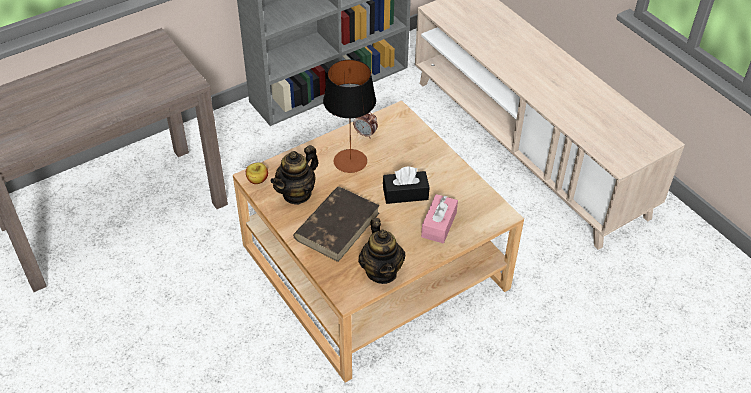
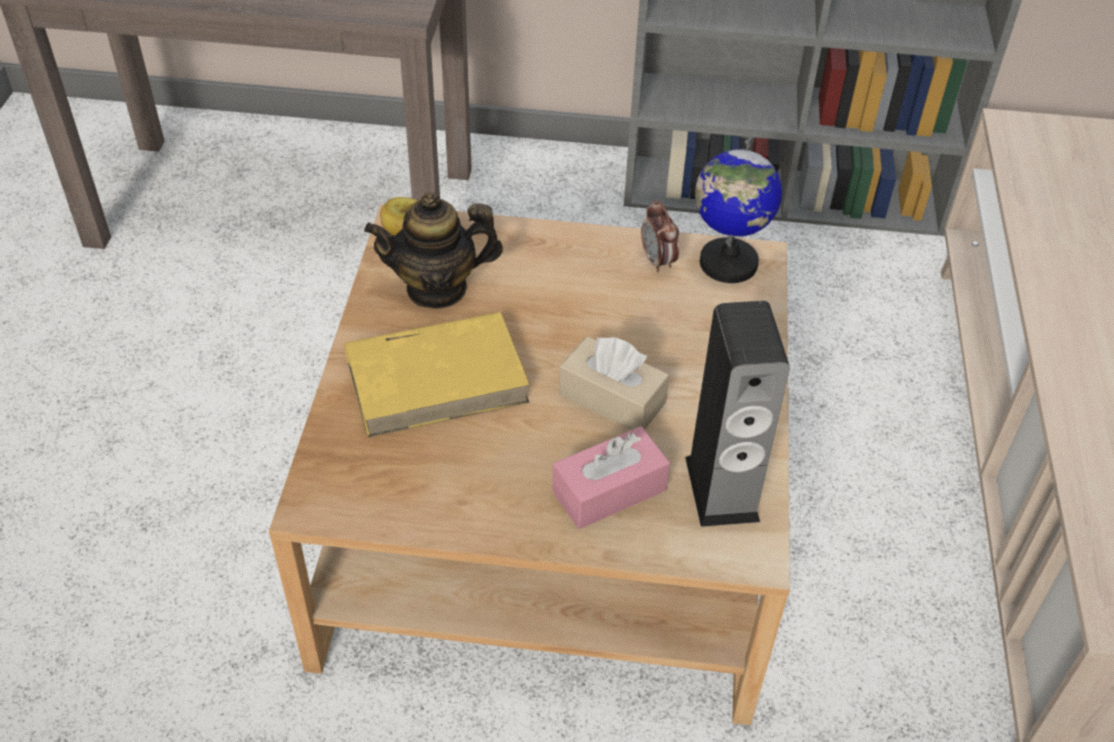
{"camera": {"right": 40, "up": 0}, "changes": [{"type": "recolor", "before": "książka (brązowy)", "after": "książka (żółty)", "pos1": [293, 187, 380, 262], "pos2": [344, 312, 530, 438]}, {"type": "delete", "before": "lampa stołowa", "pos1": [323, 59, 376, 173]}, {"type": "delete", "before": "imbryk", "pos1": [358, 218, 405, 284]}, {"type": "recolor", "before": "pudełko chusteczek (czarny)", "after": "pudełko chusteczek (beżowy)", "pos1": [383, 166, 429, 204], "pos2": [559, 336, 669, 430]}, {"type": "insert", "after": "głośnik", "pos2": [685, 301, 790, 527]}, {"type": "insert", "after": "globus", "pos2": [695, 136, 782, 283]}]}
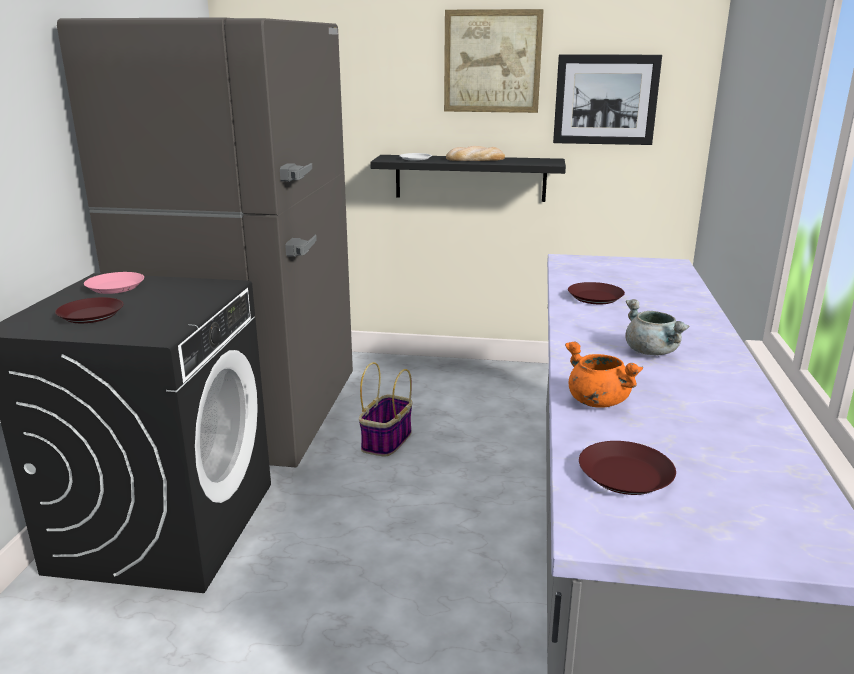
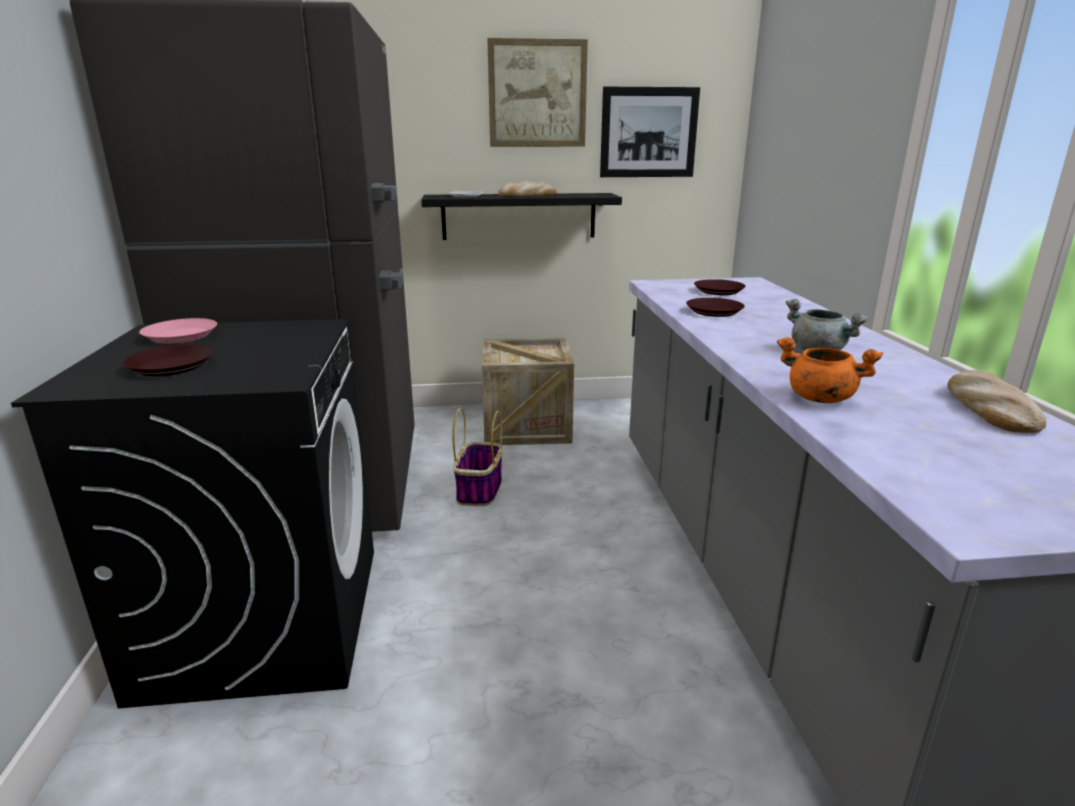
{"camera": {"right": -15, "up": 0}, "changes": [{"type": "move", "before": "talerz (brązowy)", "pos1": [579, 441, 676, 495], "pos2": [694, 279, 746, 295]}, {"type": "insert", "after": "skrzynka", "pos2": [482, 338, 574, 445]}, {"type": "insert", "after": "chleb", "pos2": [947, 370, 1046, 433]}]}
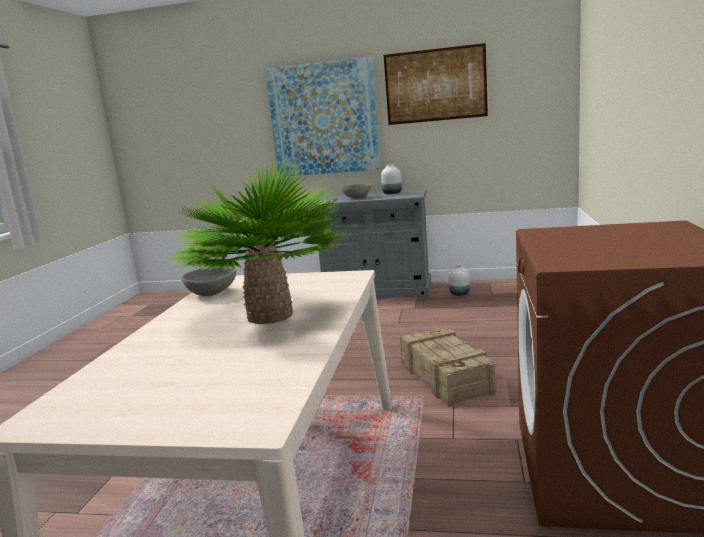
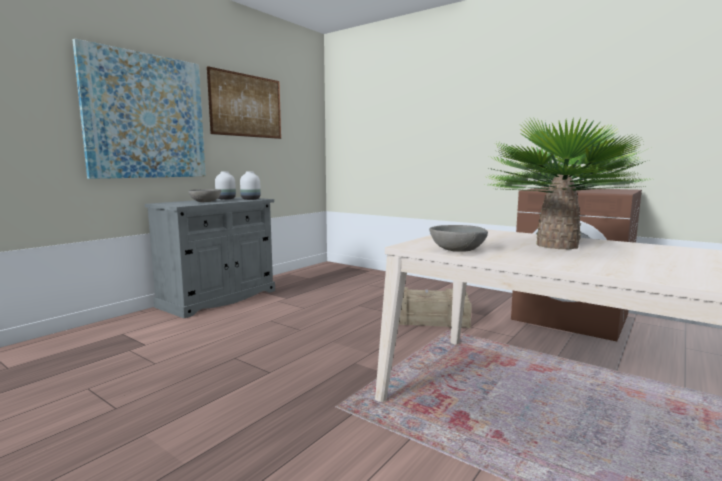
{"camera": {"right": -65, "up": -5}, "changes": [{"type": "move", "before": "wazon (biały)", "pos1": [449, 265, 470, 296], "pos2": [240, 171, 261, 200]}]}
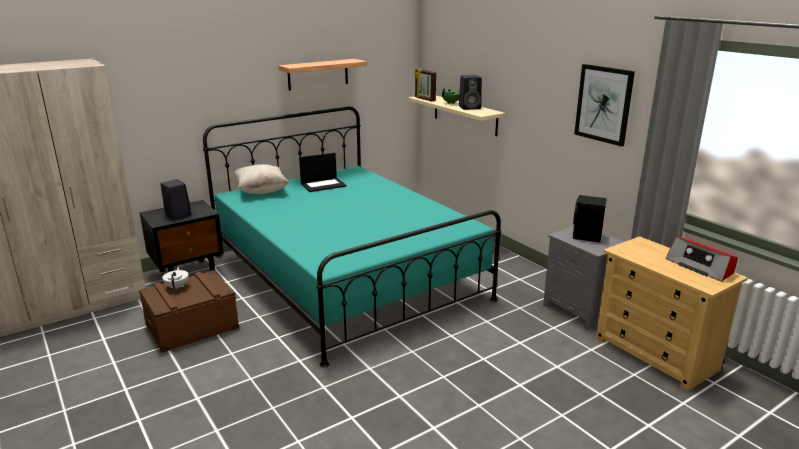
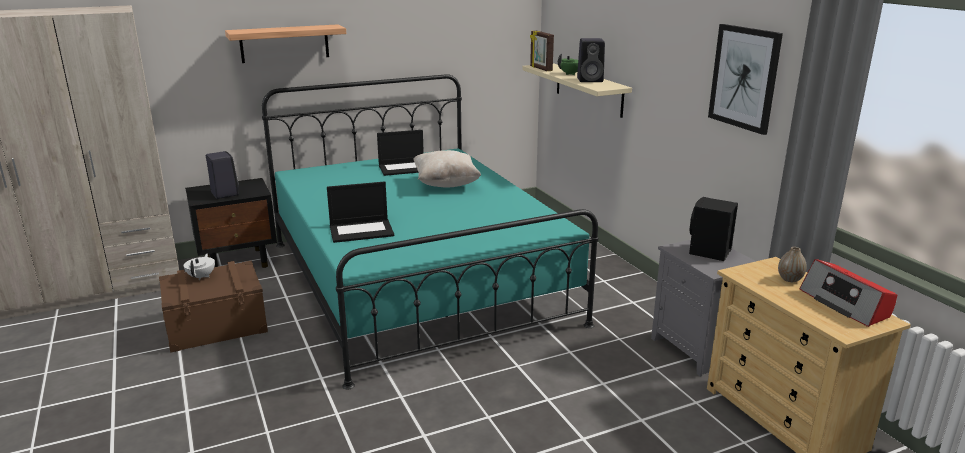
{"camera": {"right": 10, "up": 0}, "changes": [{"type": "move", "before": "poduszka (beżowy)", "pos1": [234, 164, 289, 194], "pos2": [413, 150, 481, 188]}, {"type": "move", "before": "półka", "pos1": [278, 59, 367, 90], "pos2": [225, 24, 346, 63]}, {"type": "insert", "after": "laptop", "pos2": [327, 181, 394, 243]}, {"type": "insert", "after": "wazon", "pos2": [778, 247, 807, 282]}]}
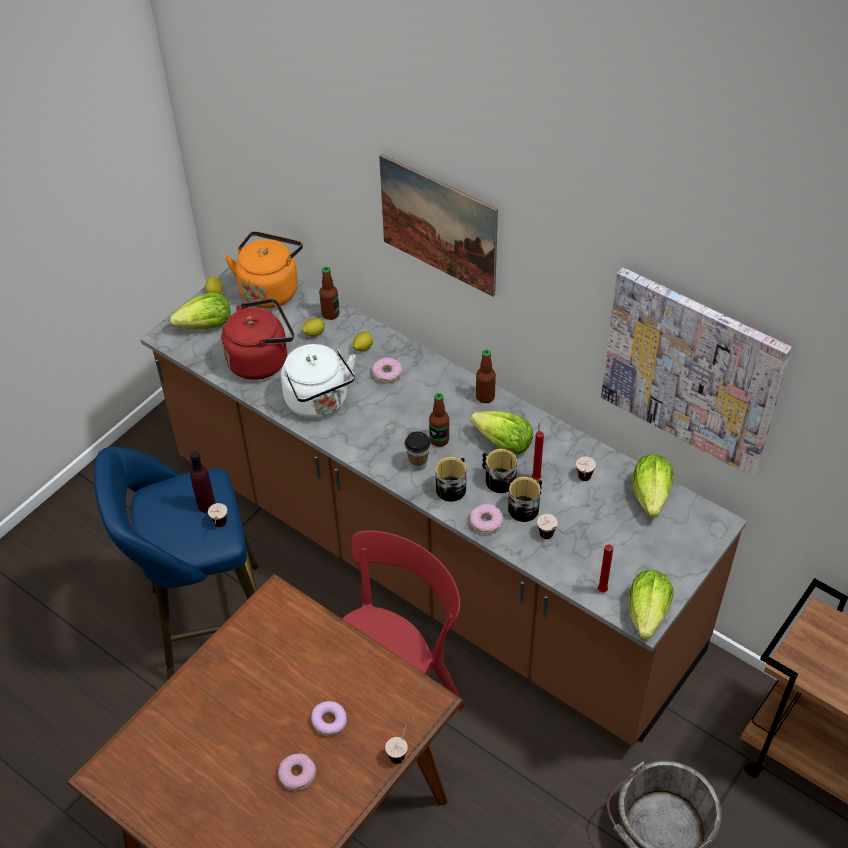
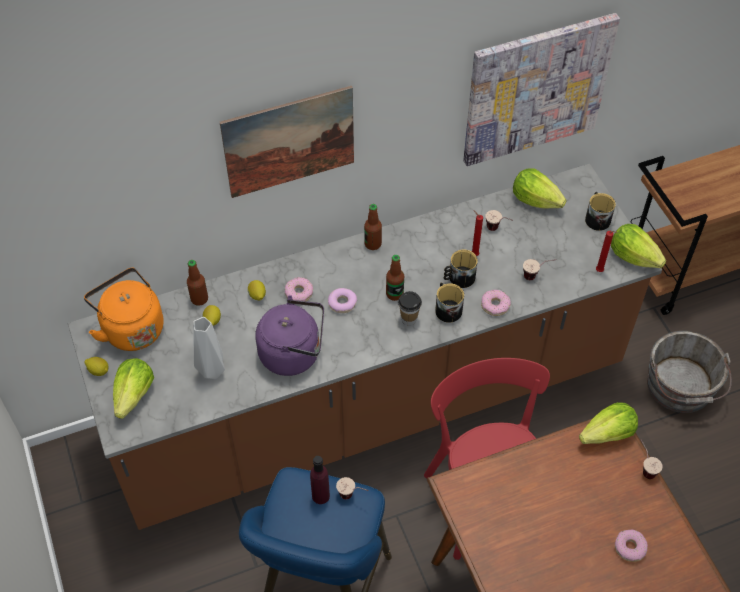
{"camera": {"right": -60, "up": 5}, "changes": [{"type": "replace", "before": "czajnik (czerwony)", "after": "wazon (szary)", "pos1": [221, 299, 294, 380], "pos2": [193, 317, 225, 379]}, {"type": "recolor", "before": "czajnik (biały)", "after": "czajnik (fioletowy)", "pos1": [281, 344, 356, 418], "pos2": [255, 295, 324, 376]}, {"type": "move", "before": "donut", "pos1": [311, 701, 347, 735], "pos2": [328, 288, 357, 313]}, {"type": "move", "before": "sałata", "pos1": [470, 411, 533, 454], "pos2": [579, 402, 638, 444]}, {"type": "move", "before": "kubek", "pos1": [508, 477, 542, 522], "pos2": [585, 192, 616, 231]}]}
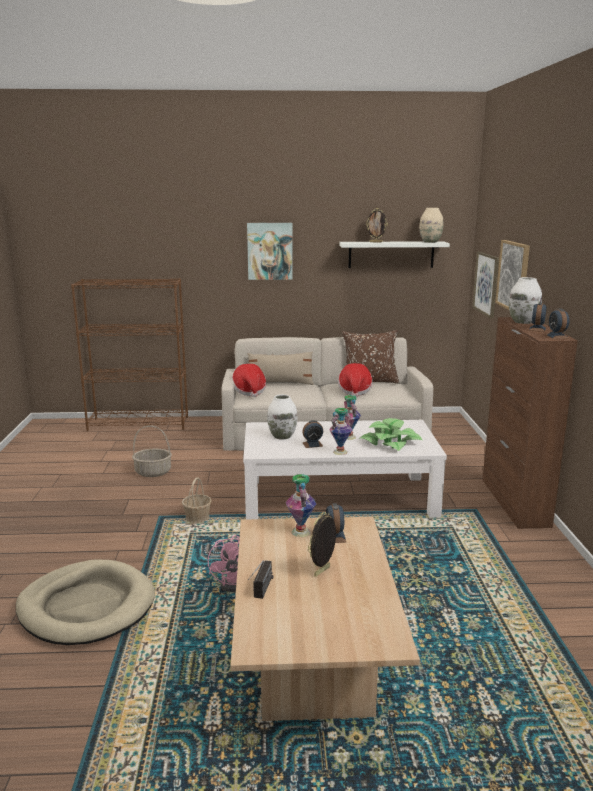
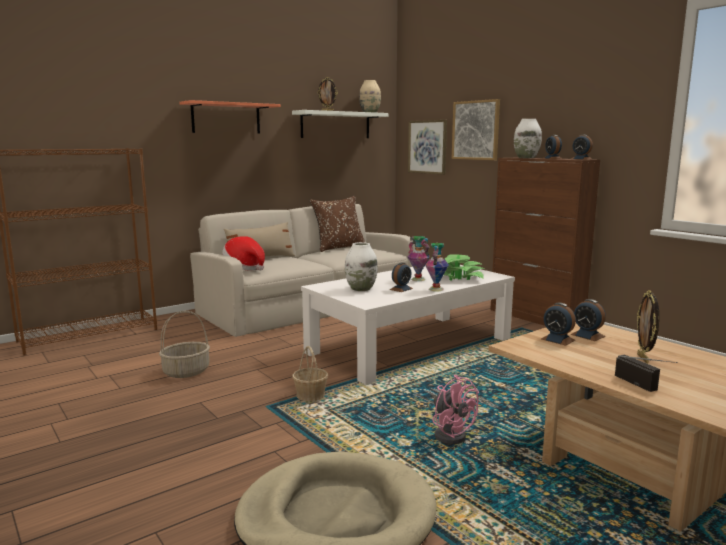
{"camera": {"right": -35, "up": -5}, "changes": [{"type": "replace", "before": "obraz", "after": "półka", "pos1": [247, 223, 293, 280], "pos2": [179, 100, 281, 133]}, {"type": "replace", "before": "wazon", "after": "budzik", "pos1": [286, 474, 316, 537], "pos2": [541, 303, 576, 346]}, {"type": "delete", "before": "kapelusz", "pos1": [338, 363, 373, 397]}]}
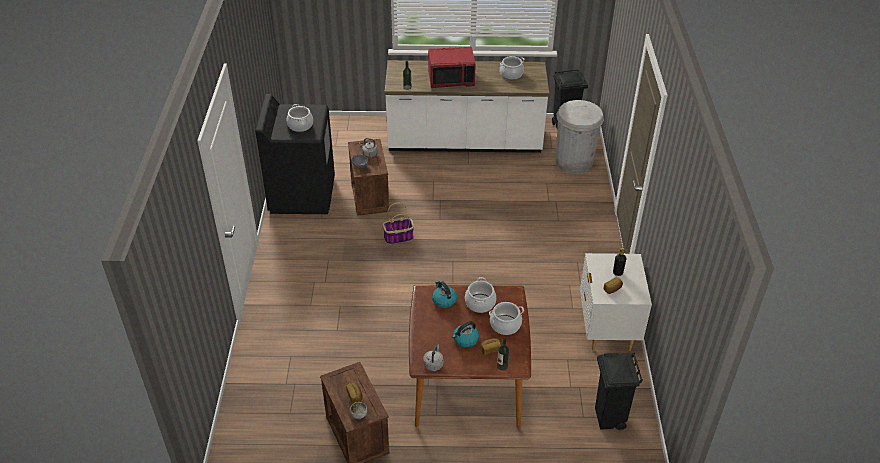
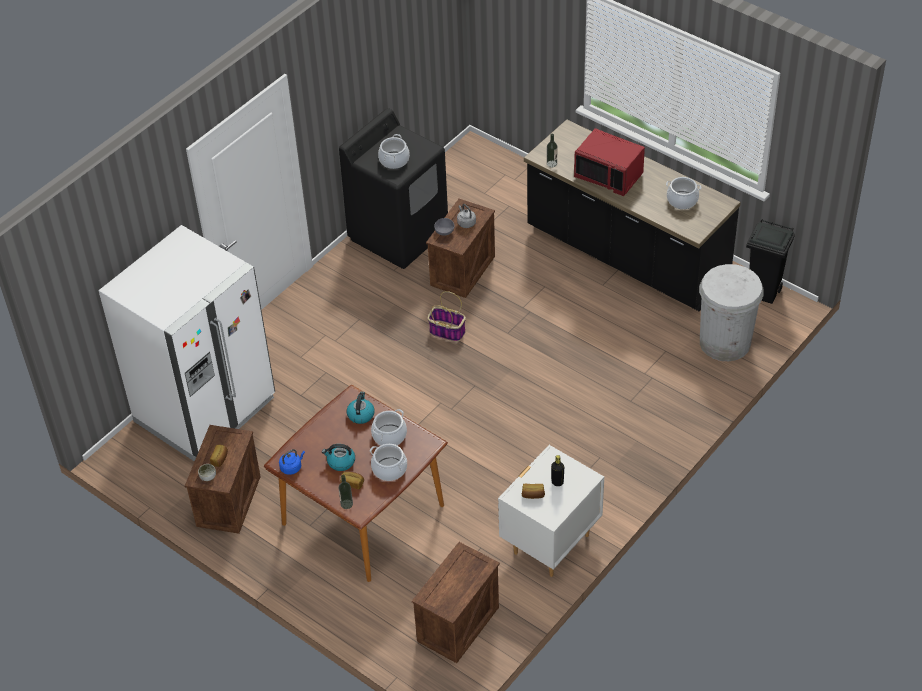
{"camera": {"right": 40, "up": 5}, "changes": [{"type": "recolor", "before": "zabudowa kuchenna (biały)", "after": "zabudowa kuchenna (czarny)", "pos1": [385, 60, 549, 153], "pos2": [524, 119, 741, 311]}, {"type": "recolor", "before": "czajnik (szary)", "after": "czajnik (niebieski)", "pos1": [423, 344, 444, 371], "pos2": [279, 449, 305, 475]}, {"type": "replace", "before": "kosz na śmieci (czarny)", "after": "skrzynka", "pos1": [595, 353, 643, 430], "pos2": [412, 542, 500, 663]}, {"type": "insert", "after": "lodówka (biały)", "pos2": [99, 225, 275, 461]}]}
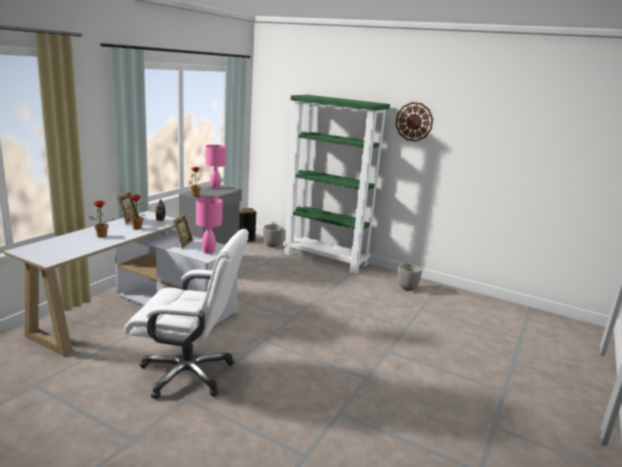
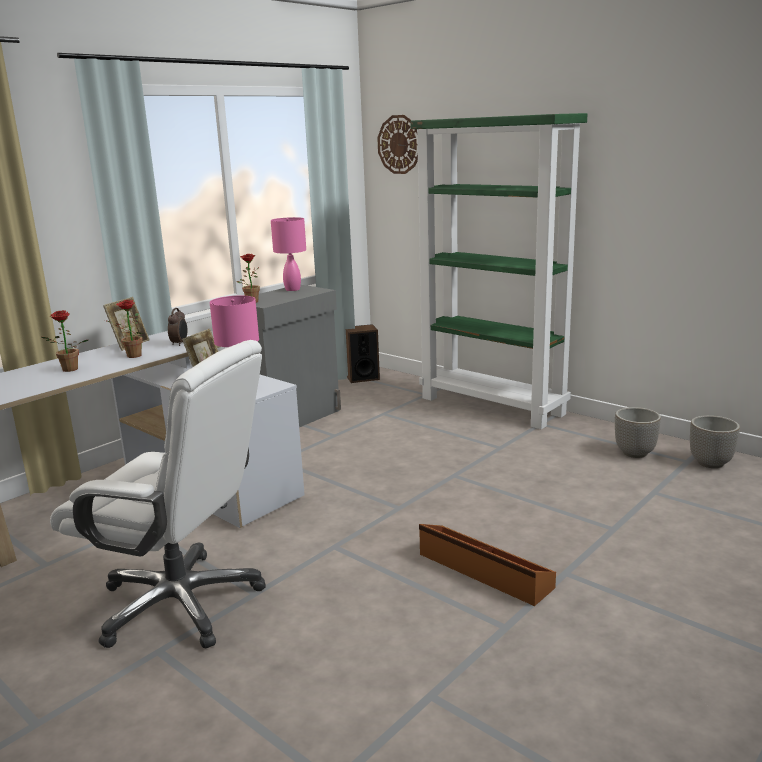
{"camera": {"right": 15, "up": 0}, "changes": [{"type": "move", "before": "donica", "pos1": [263, 224, 283, 247], "pos2": [690, 415, 740, 468]}, {"type": "move", "before": "zegar ścienny", "pos1": [395, 102, 433, 142], "pos2": [377, 115, 418, 174]}, {"type": "insert", "after": "pojemnik do przechowywania (brązowy)", "pos2": [419, 524, 556, 606]}]}
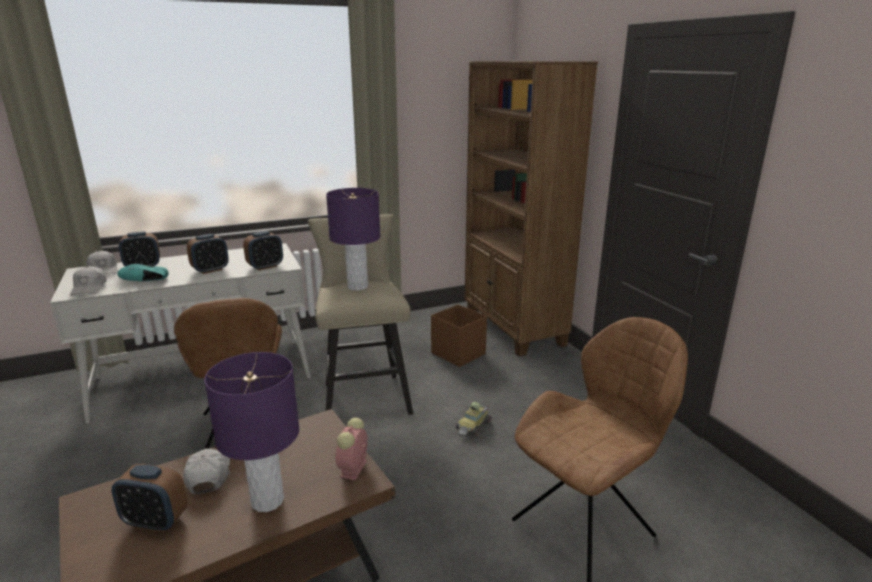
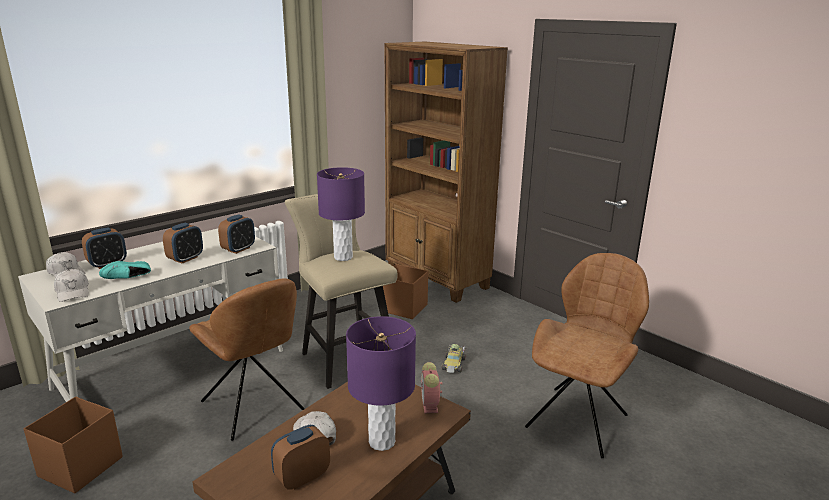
{"camera": {"right": -20, "up": 0}, "changes": [{"type": "rotate", "before": "budzik", "pos1": [111, 464, 188, 532], "pos2": [271, 425, 330, 490], "turn": 150}, {"type": "insert", "after": "pojemnik do przechowywania (brązowy)", "pos2": [24, 397, 123, 493]}]}
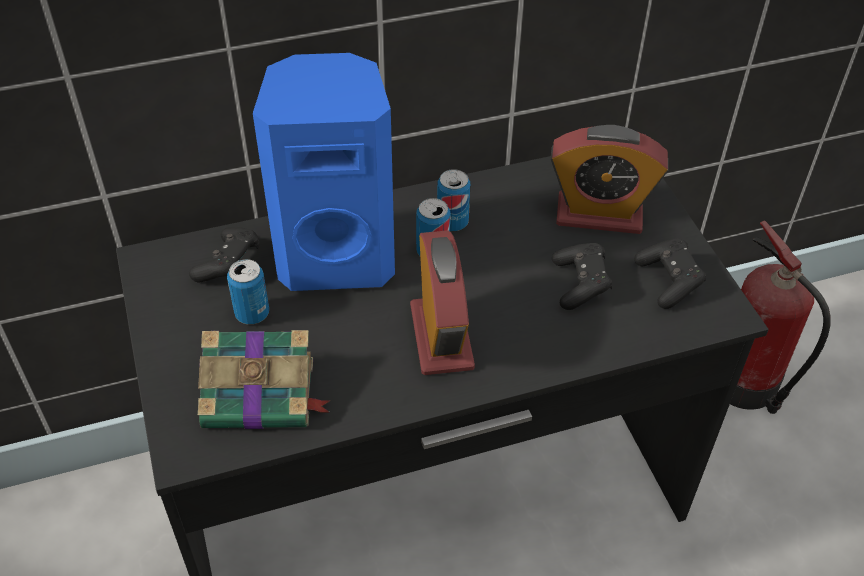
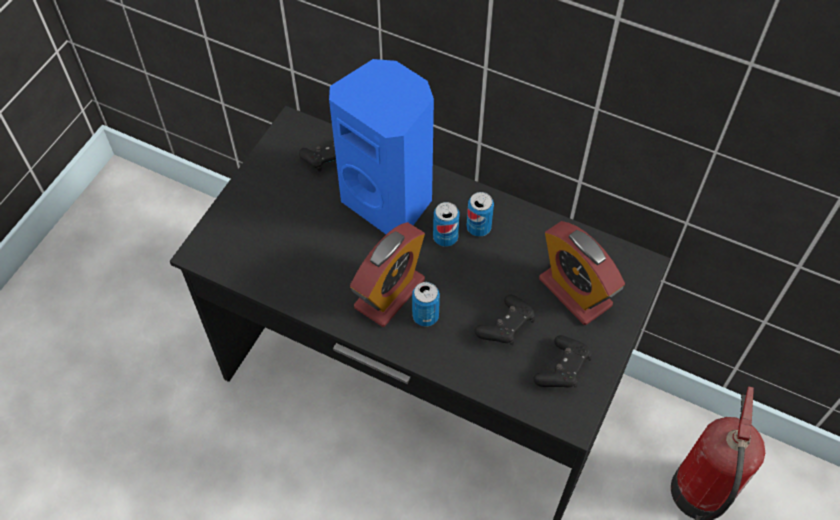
{"camera": {"right": 45, "up": 10}, "changes": [{"type": "delete", "before": "książka", "pos1": [198, 330, 330, 429]}, {"type": "move", "before": "puszka", "pos1": [227, 259, 269, 325], "pos2": [412, 282, 440, 327]}]}
